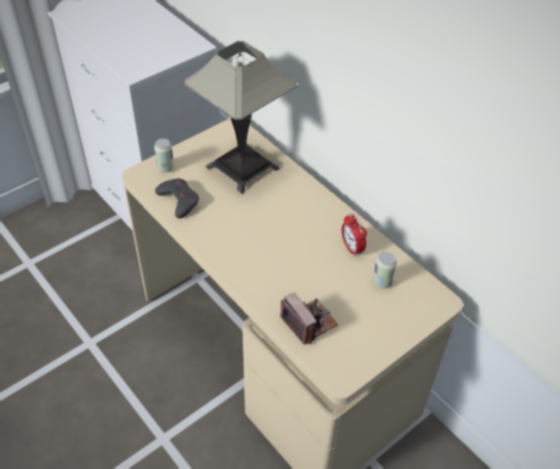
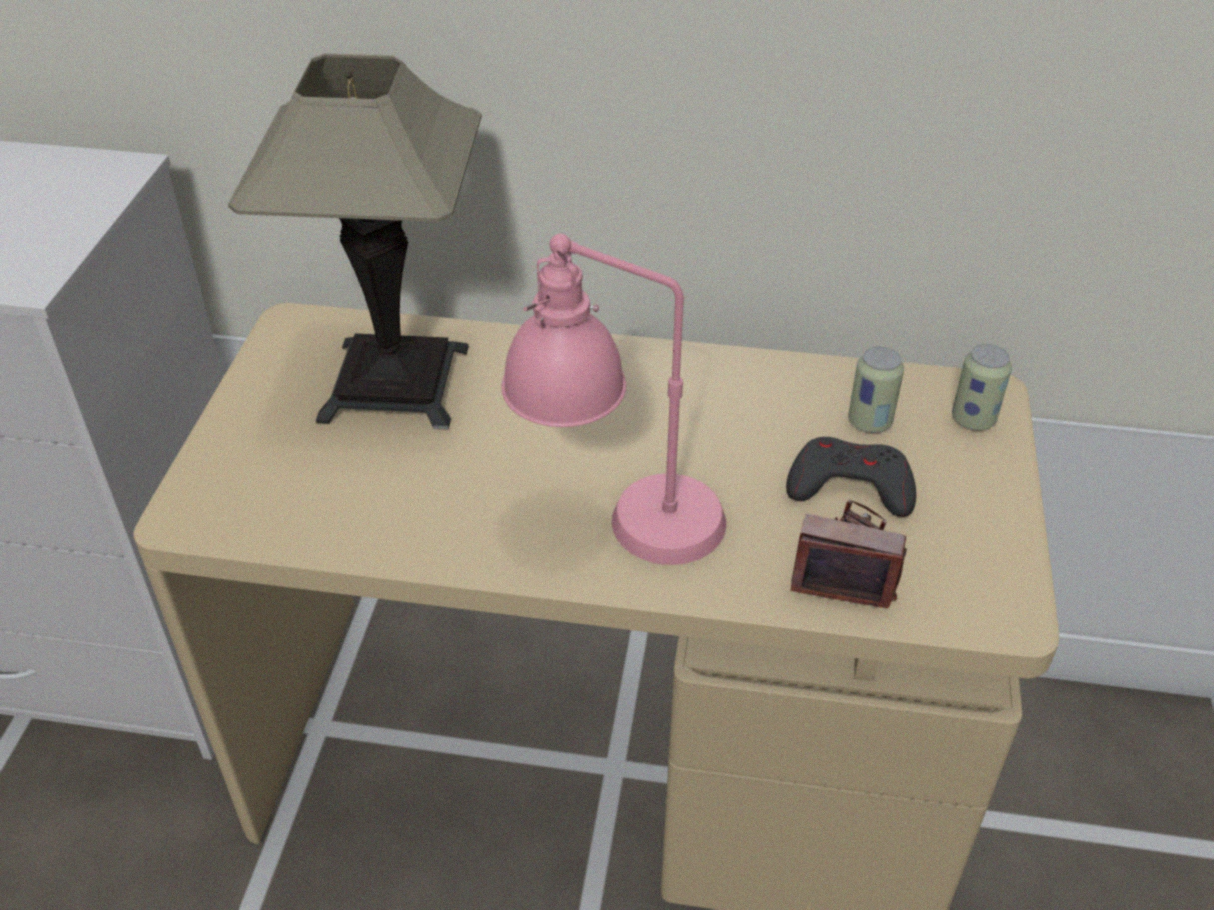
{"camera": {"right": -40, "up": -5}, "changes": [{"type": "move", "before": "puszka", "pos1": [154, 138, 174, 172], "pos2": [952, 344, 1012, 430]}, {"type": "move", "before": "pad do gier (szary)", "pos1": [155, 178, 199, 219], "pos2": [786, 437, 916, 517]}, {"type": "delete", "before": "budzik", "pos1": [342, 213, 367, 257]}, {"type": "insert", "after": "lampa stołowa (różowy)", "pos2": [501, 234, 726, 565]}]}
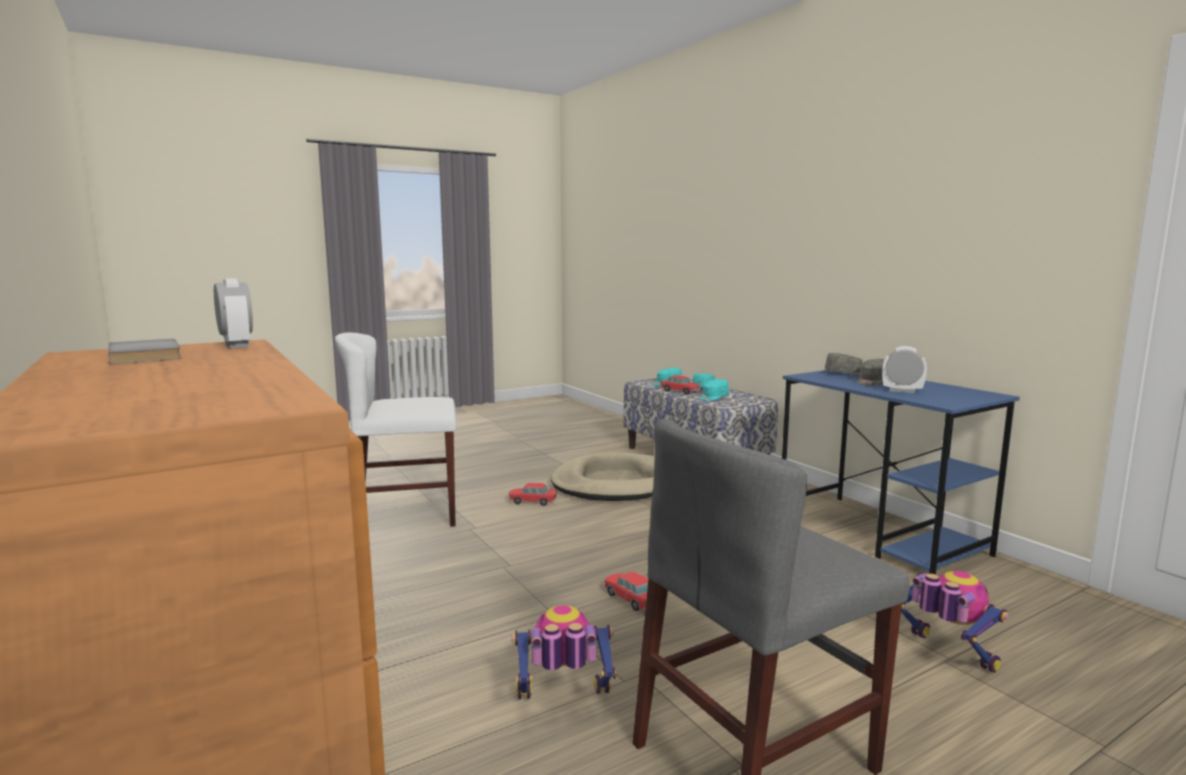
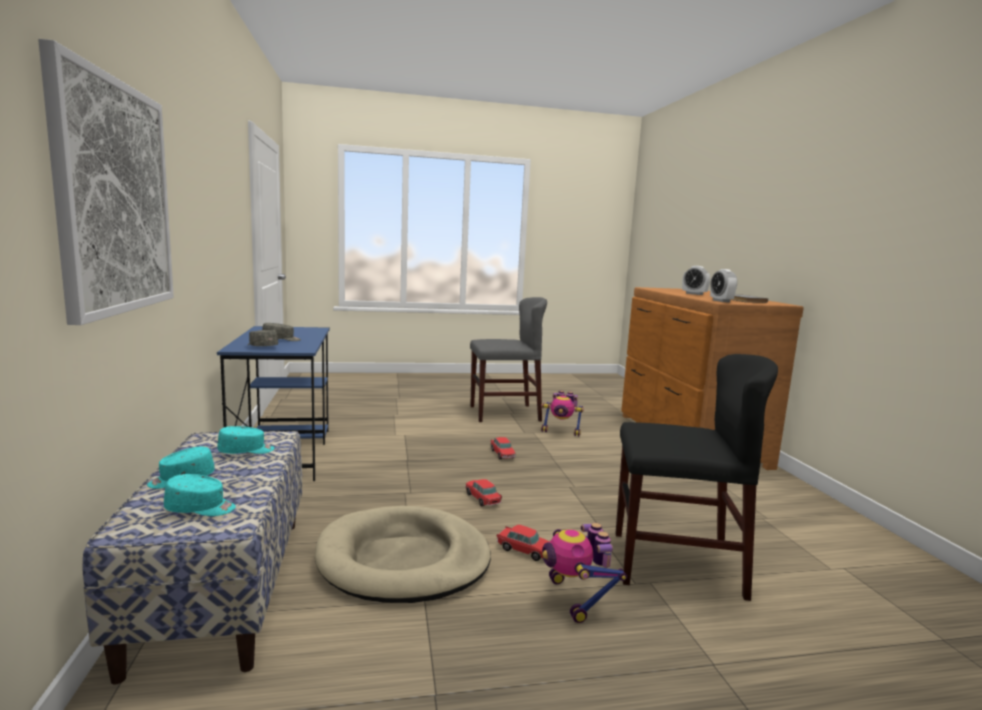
{"camera": {"right": -160, "up": 0}, "changes": [{"type": "recolor", "before": "krzesło (biały)", "after": "krzesło (czarny)", "pos1": [335, 333, 457, 527], "pos2": [616, 354, 778, 601]}, {"type": "move", "before": "samochodzik", "pos1": [660, 375, 701, 395], "pos2": [465, 479, 502, 506]}, {"type": "move", "before": "budzik", "pos1": [883, 346, 927, 393], "pos2": [682, 266, 710, 295]}, {"type": "move", "before": "robot zabawkowy", "pos1": [901, 571, 1009, 673], "pos2": [542, 523, 627, 623]}, {"type": "insert", "after": "obraz", "pos2": [38, 39, 174, 325]}]}
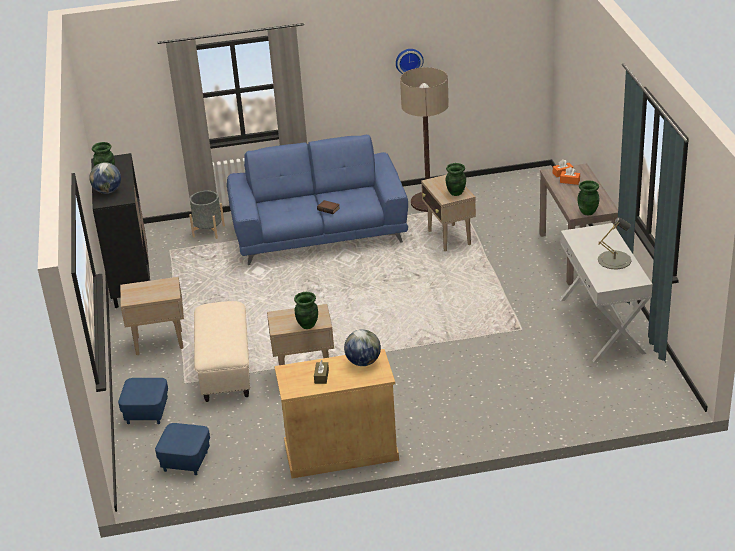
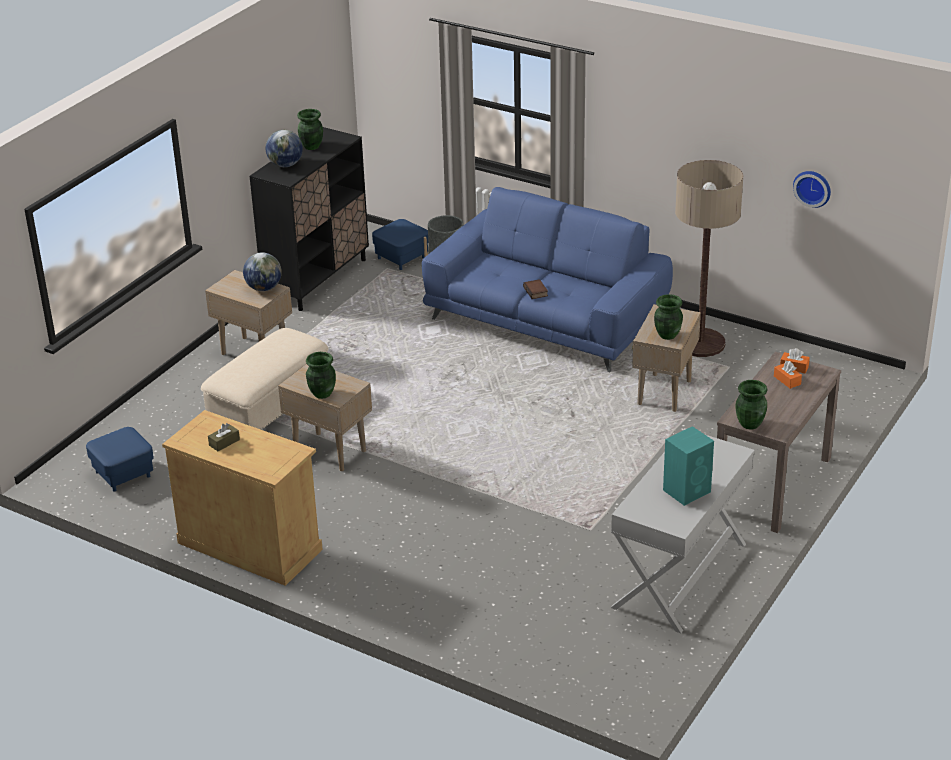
{"camera": {"right": 40, "up": 0}, "changes": [{"type": "move", "before": "pufa (niebieski)", "pos1": [118, 378, 168, 424], "pos2": [372, 219, 428, 270]}, {"type": "move", "before": "globus", "pos1": [344, 329, 381, 366], "pos2": [243, 252, 282, 291]}, {"type": "move", "before": "zegar ścienny", "pos1": [396, 49, 424, 74], "pos2": [793, 171, 831, 208]}, {"type": "replace", "before": "lampa stołowa (szary)", "after": "głośnik (turkusowy)", "pos1": [598, 217, 632, 270], "pos2": [663, 426, 714, 506]}]}
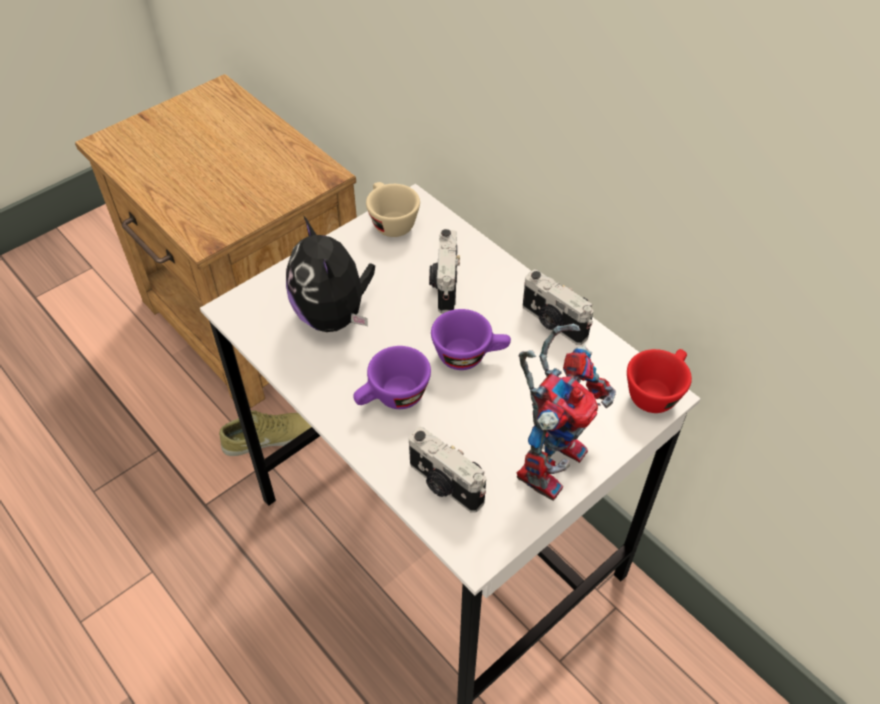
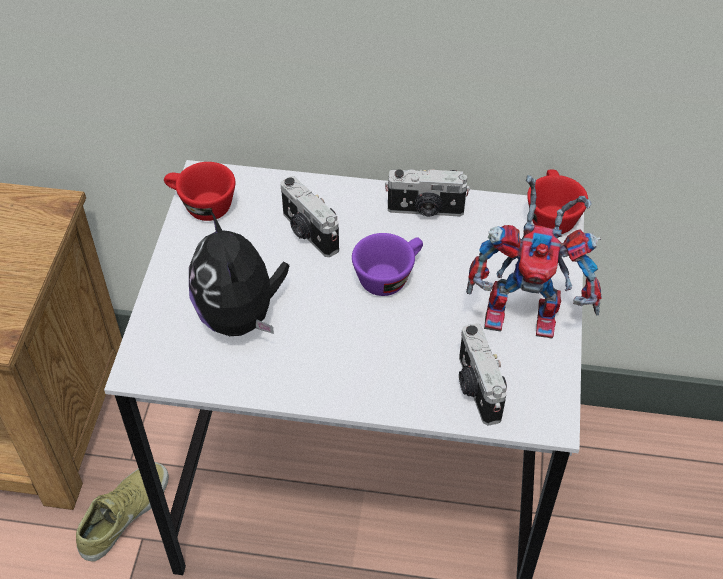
{"camera": {"right": -40, "up": 0}, "changes": [{"type": "rotate", "before": "pluszak", "pos1": [286, 217, 375, 332], "pos2": [189, 212, 289, 336], "turn": 45}, {"type": "delete", "before": "filiżanka (fioletowy)", "pos1": [353, 346, 431, 409]}, {"type": "recolor", "before": "filiżanka (beżowy)", "after": "filiżanka (czerwony)", "pos1": [366, 182, 420, 237], "pos2": [164, 162, 235, 221]}, {"type": "rotate", "before": "aparat fotograficzny", "pos1": [409, 427, 486, 513], "pos2": [459, 323, 507, 425], "turn": 75}, {"type": "rotate", "before": "robot zabawkowy", "pos1": [516, 324, 616, 501], "pos2": [466, 175, 602, 339], "turn": 105}]}
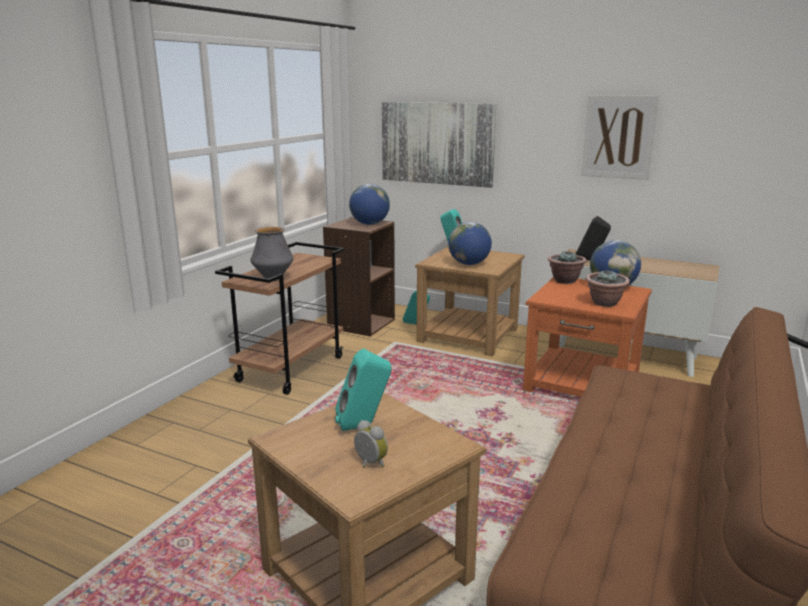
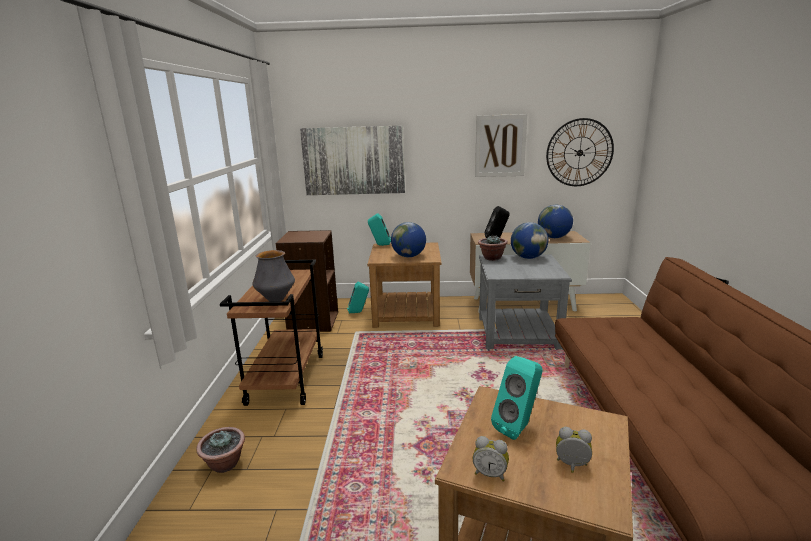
{"camera": {"right": -25, "up": 0}, "changes": [{"type": "move", "before": "globus", "pos1": [349, 184, 390, 225], "pos2": [538, 205, 573, 238]}, {"type": "recolor", "before": "stolik (pomarańczowy)", "after": "stolik (szary)", "pos1": [523, 277, 652, 397], "pos2": [479, 254, 572, 349]}, {"type": "move", "before": "roślina doniczkowa", "pos1": [586, 270, 630, 307], "pos2": [196, 427, 245, 473]}, {"type": "insert", "after": "budzik", "pos2": [473, 436, 509, 482]}, {"type": "insert", "after": "zegar ścienny", "pos2": [546, 118, 614, 186]}]}
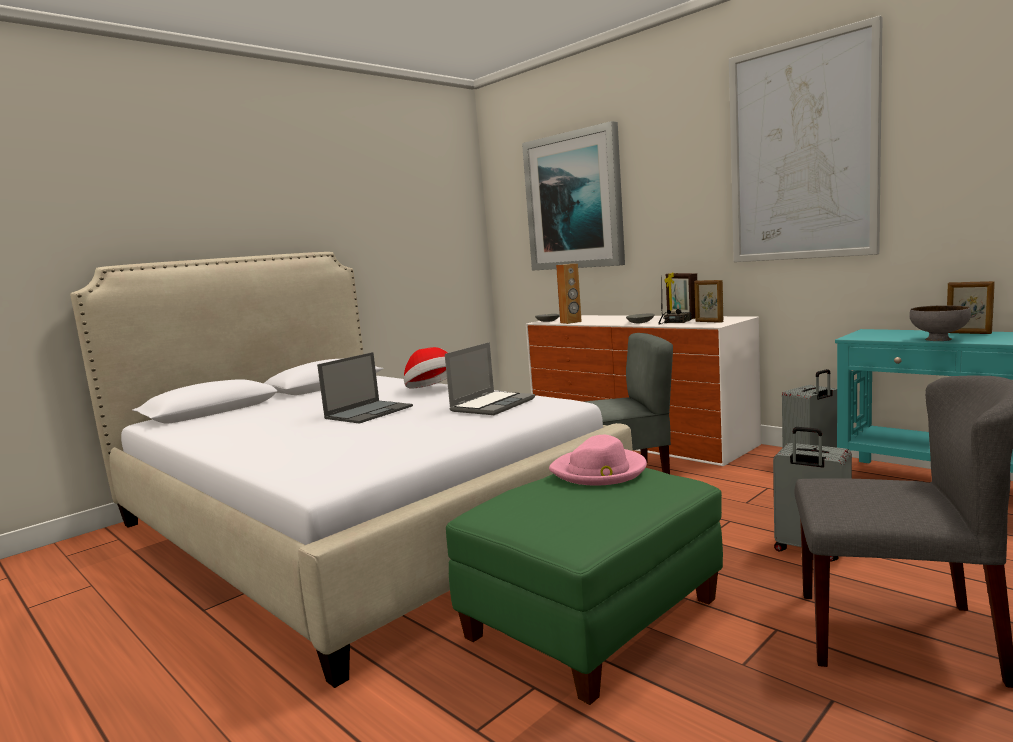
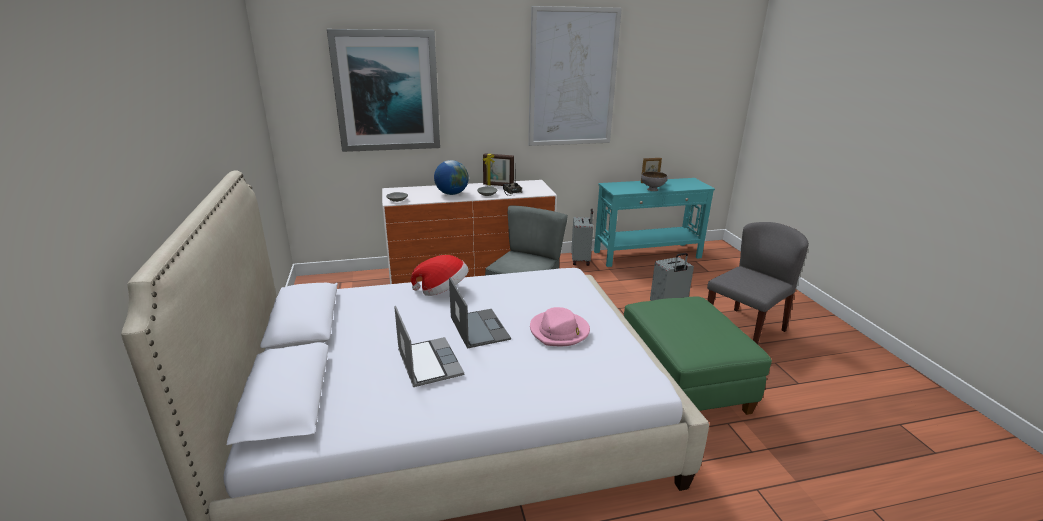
{"camera": {"right": -60, "up": 15}, "changes": [{"type": "move", "before": "laptop", "pos1": [445, 342, 535, 415], "pos2": [394, 306, 464, 387]}, {"type": "move", "before": "kapelusz (różowy)", "pos1": [549, 435, 647, 486], "pos2": [530, 307, 590, 346]}, {"type": "delete", "before": "głośnik (brązowy)", "pos1": [556, 263, 582, 324]}, {"type": "delete", "before": "ramka na zdjęcie", "pos1": [694, 280, 723, 323]}, {"type": "insert", "after": "globus", "pos2": [434, 160, 469, 195]}]}
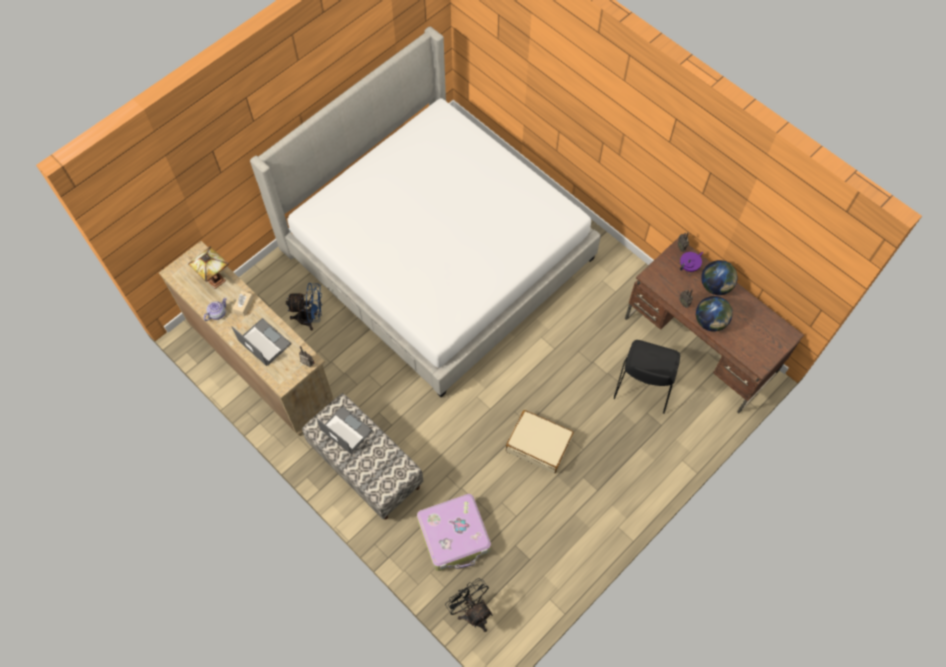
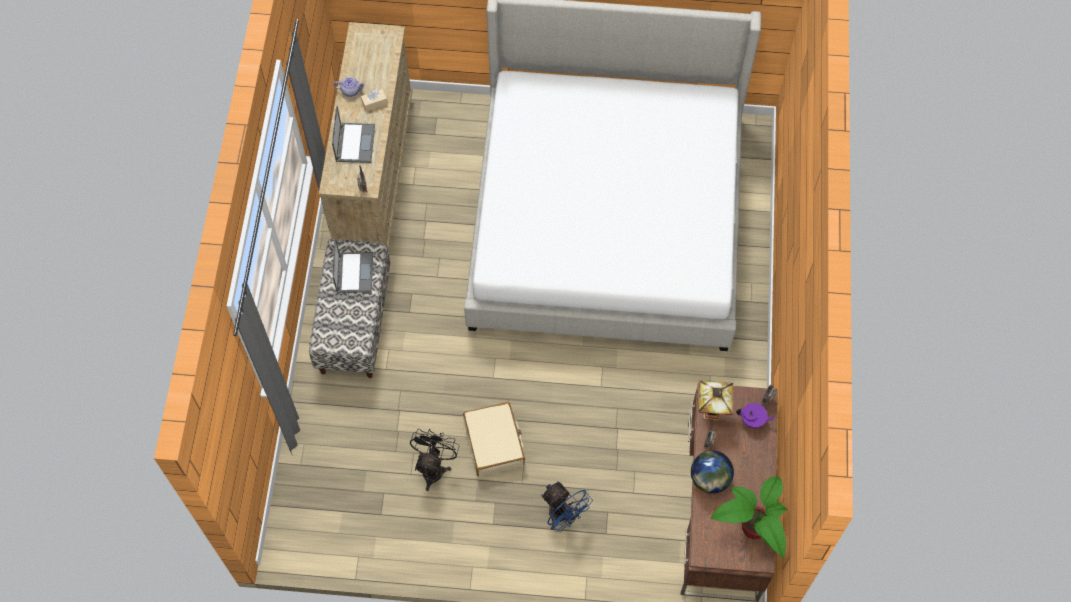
{"camera": {"right": 50, "up": 0}, "changes": [{"type": "move", "before": "lampa stołowa", "pos1": [188, 246, 229, 289], "pos2": [699, 381, 733, 421]}, {"type": "move", "before": "wentylator (niebieski)", "pos1": [286, 283, 322, 330], "pos2": [541, 481, 593, 532]}, {"type": "delete", "before": "walizka", "pos1": [417, 494, 491, 571]}, {"type": "move", "before": "wentylator (czarny)", "pos1": [445, 578, 493, 632], "pos2": [410, 429, 459, 491]}, {"type": "delete", "before": "krzesło (czarny)", "pos1": [614, 340, 680, 414]}, {"type": "delete", "before": "globus", "pos1": [701, 260, 737, 295]}, {"type": "insert", "after": "roślina doniczkowa", "pos2": [711, 476, 787, 559]}]}
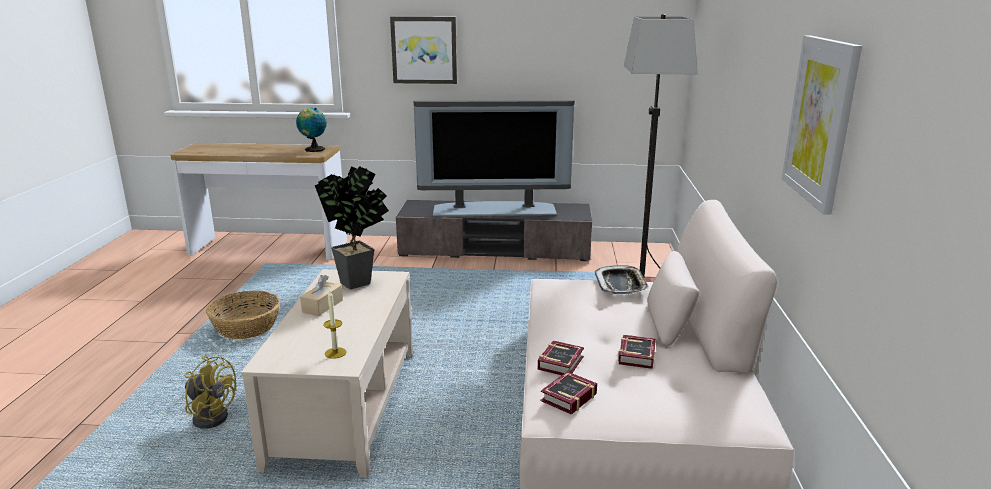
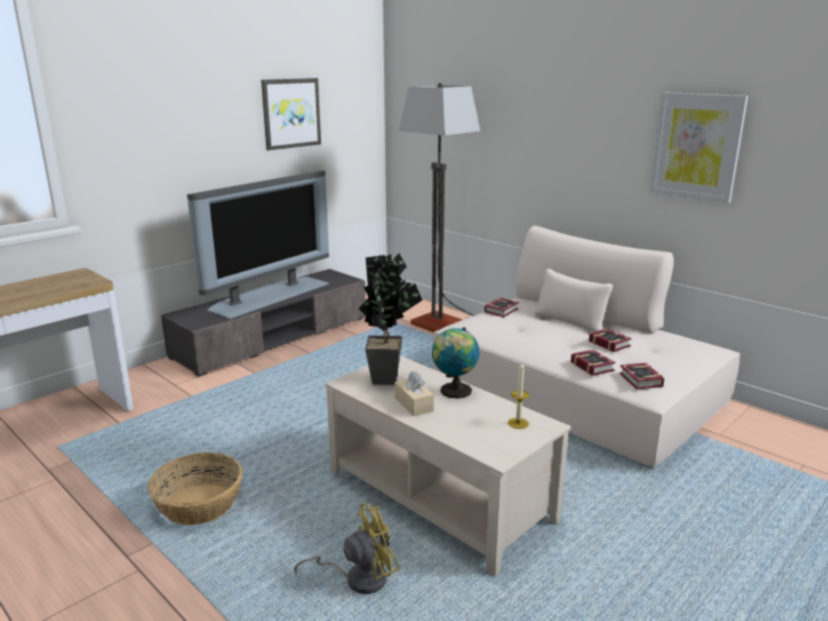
{"camera": {"right": -50, "up": 0}, "changes": [{"type": "move", "before": "globus", "pos1": [296, 108, 327, 152], "pos2": [432, 327, 480, 399]}, {"type": "move", "before": "obraz", "pos1": [390, 17, 457, 84], "pos2": [261, 78, 321, 150]}, {"type": "replace", "before": "taca", "after": "książka", "pos1": [595, 265, 649, 294], "pos2": [484, 298, 519, 317]}]}
